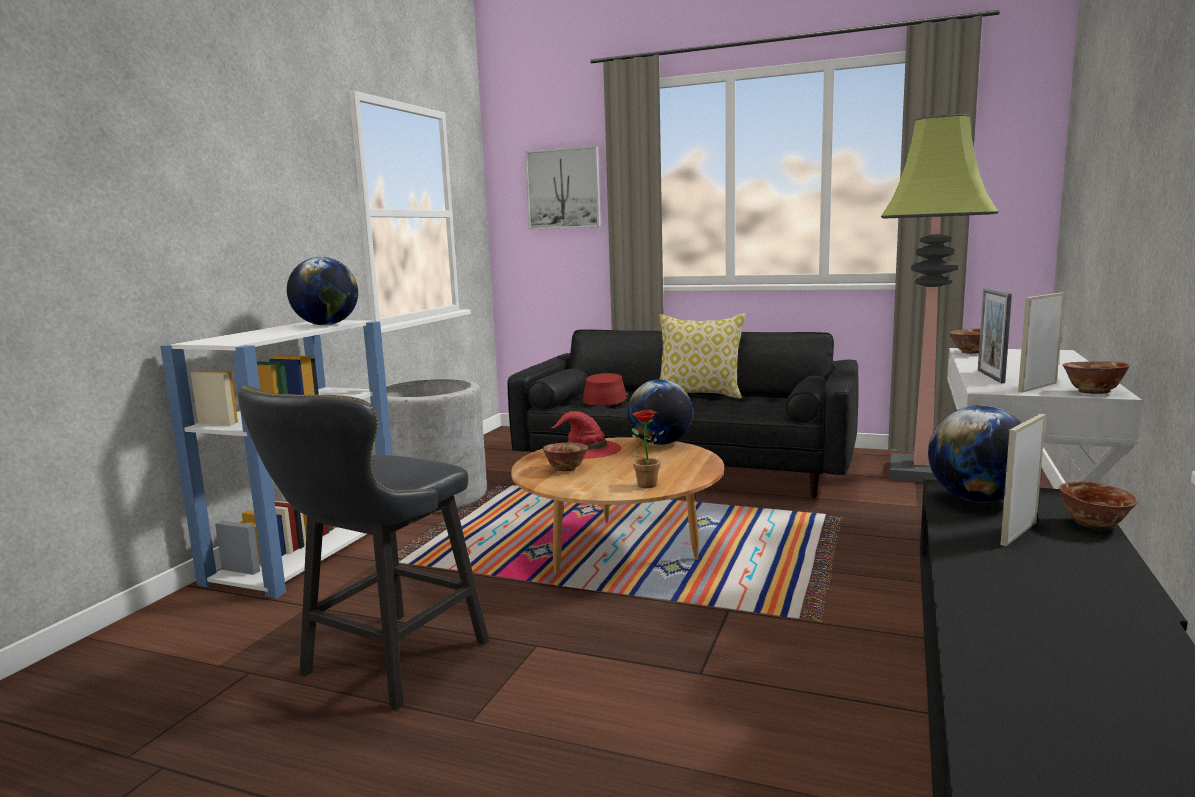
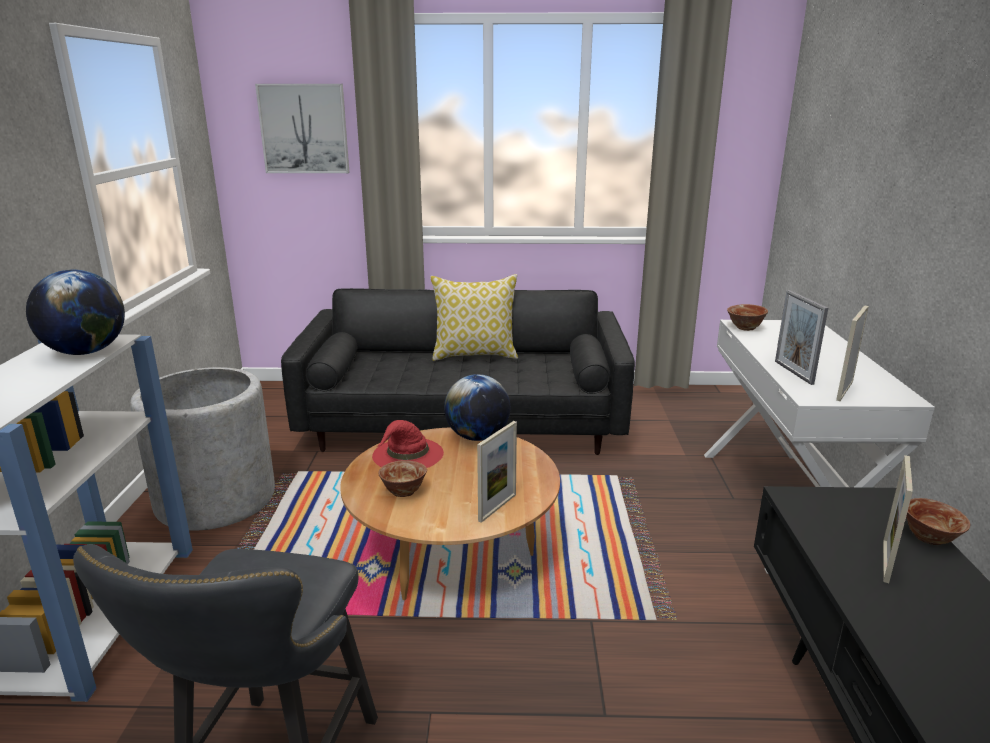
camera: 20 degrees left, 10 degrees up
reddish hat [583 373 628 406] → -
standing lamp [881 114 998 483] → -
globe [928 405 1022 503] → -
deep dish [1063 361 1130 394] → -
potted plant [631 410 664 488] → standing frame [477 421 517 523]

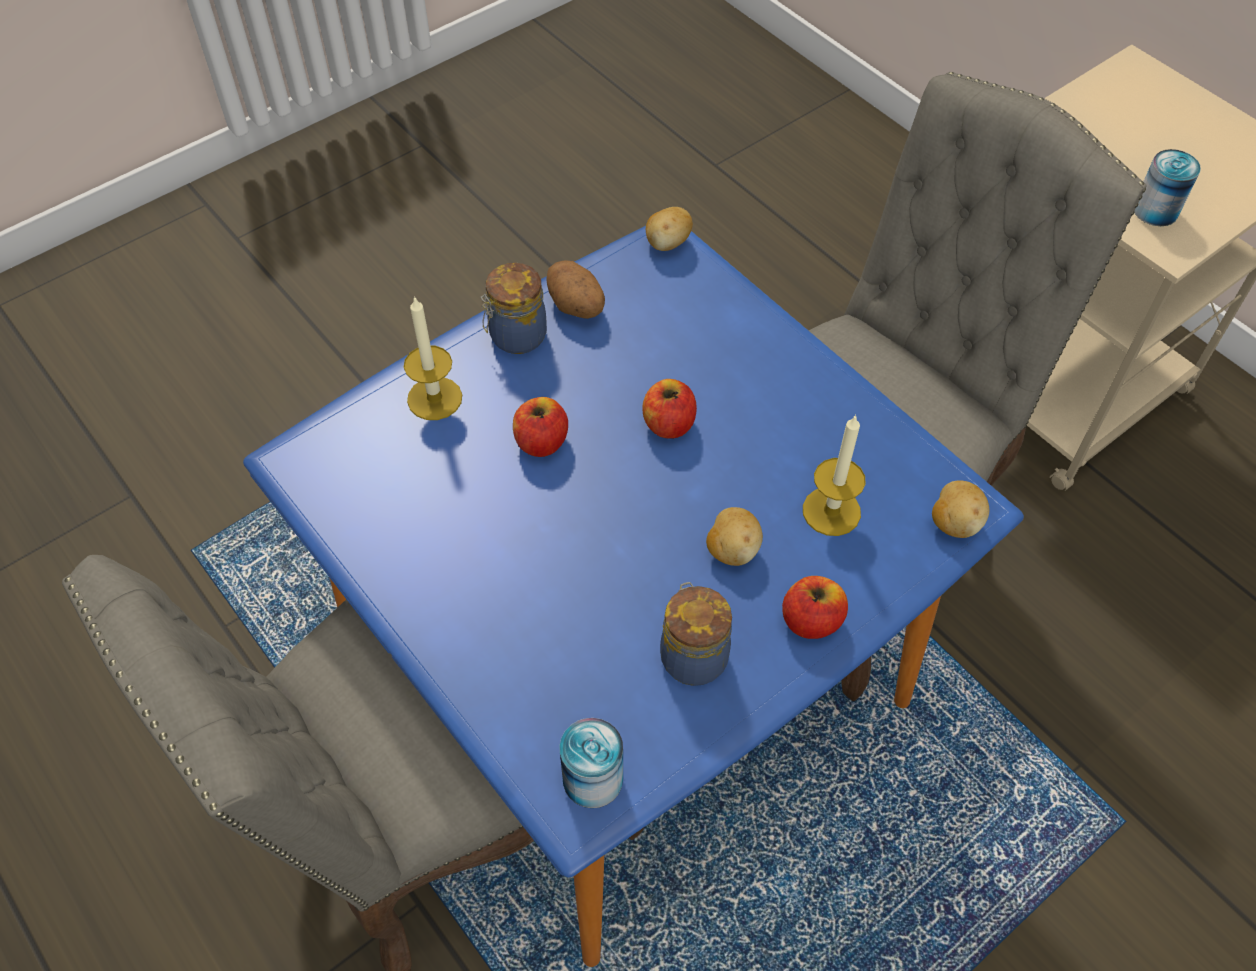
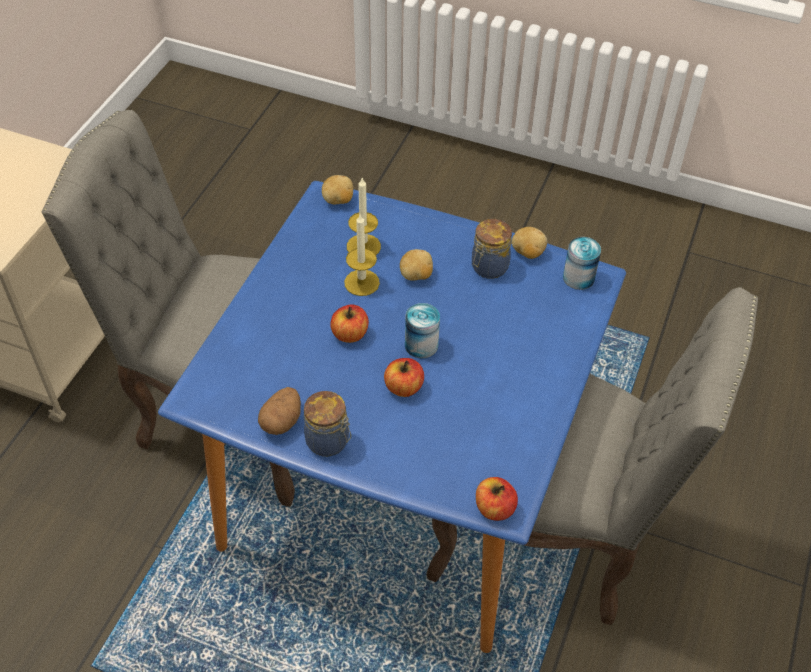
camera: 120 degrees left, 5 degrees down
candle [404 296 462 420] → candle [344 215 380 296], move
spud [646 207 693 251] → spud [512 227 547 259], move
apple fruit [782 576 848 639] → apple fruit [476 477 518 521], move
metal can [1134 149 1201 226] → metal can [405 303 440 358], move

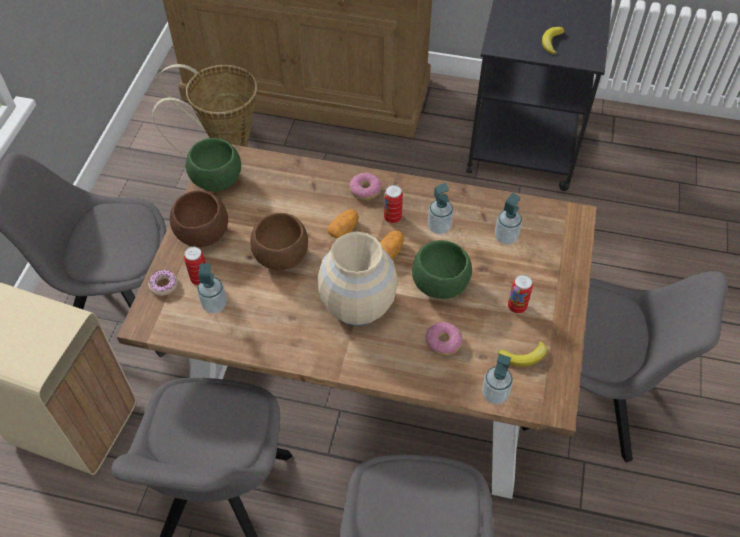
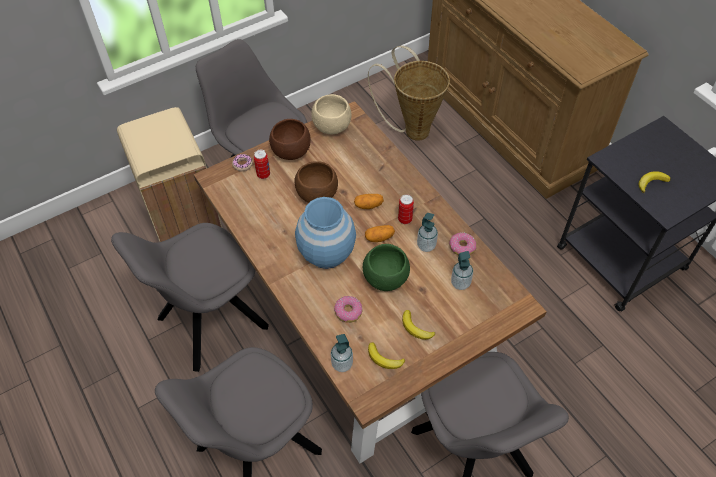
camera: 45 degrees right, 0 degrees up
soap bottle [197 263 227 314] → -
ring doughnut [349 173 382 200] → ring doughnut [449 232 477 256], move
metal can [508 275 533 314] → whole banana [402 310 435 340]
green-coloured deep dish [186 138 241 192] → beige-coloured deep dish [311 94 352 134]
beige-coloured vase [317 232 398 326] → bluish vase [295 197 356 269]

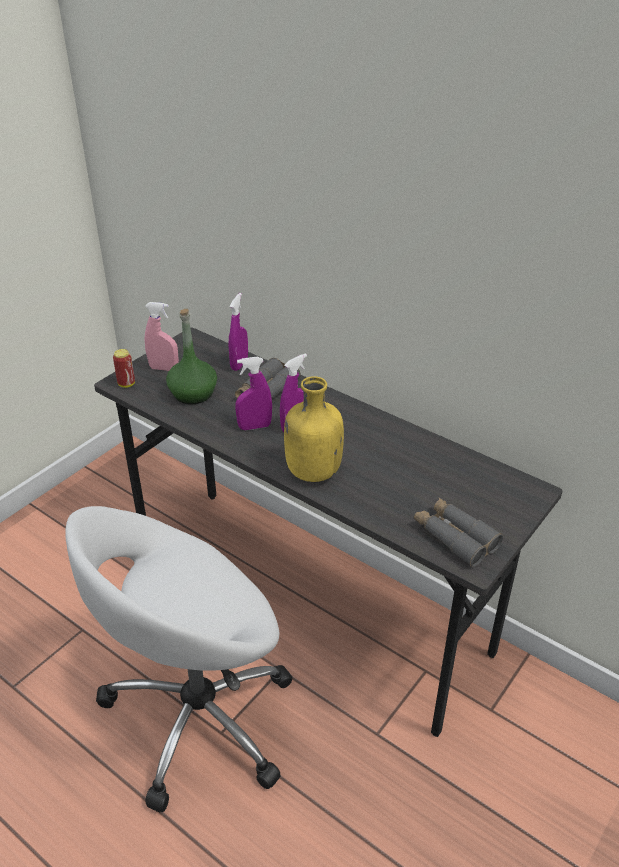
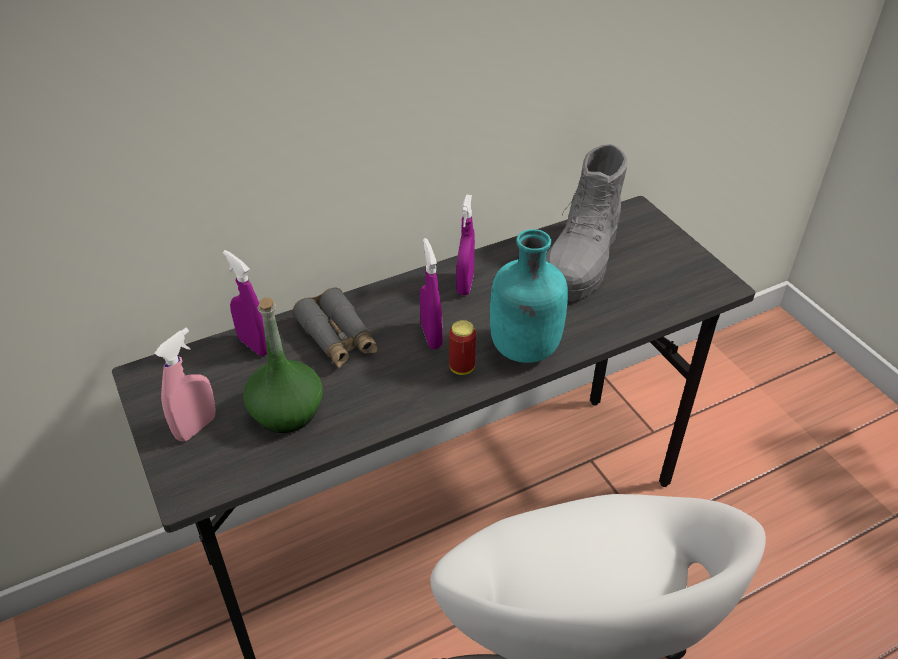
camera: 65 degrees left, 5 degrees up
greyish binoculars [414 498 503 567] → -
- → greyish high-top boot [546 144 627 301]
metal can [113 349 135 388] → metal can [449 320 476 375], move
purplish hand sprayer [235 357 272 430] → purplish hand sprayer [457 195 475 295], move
yellow-coloured bottle [284 376 344 482] → turquoise bottle [490 229 568 363]

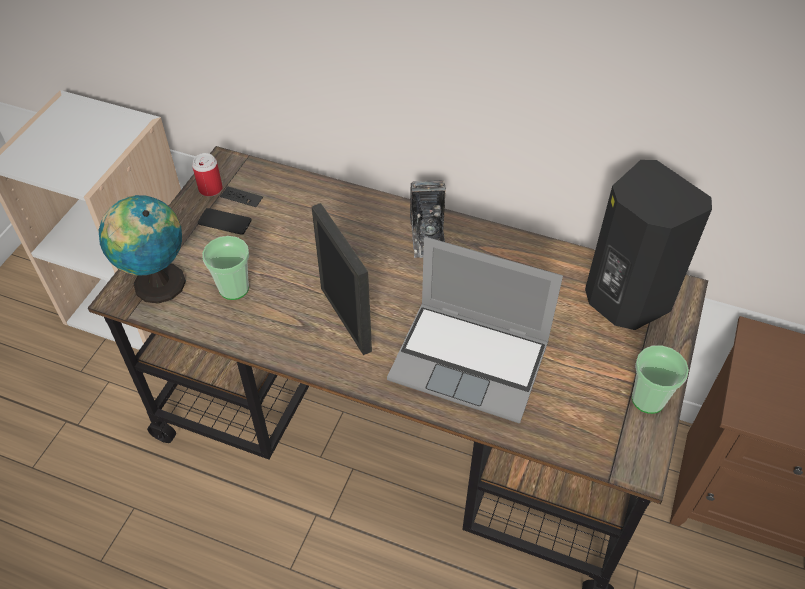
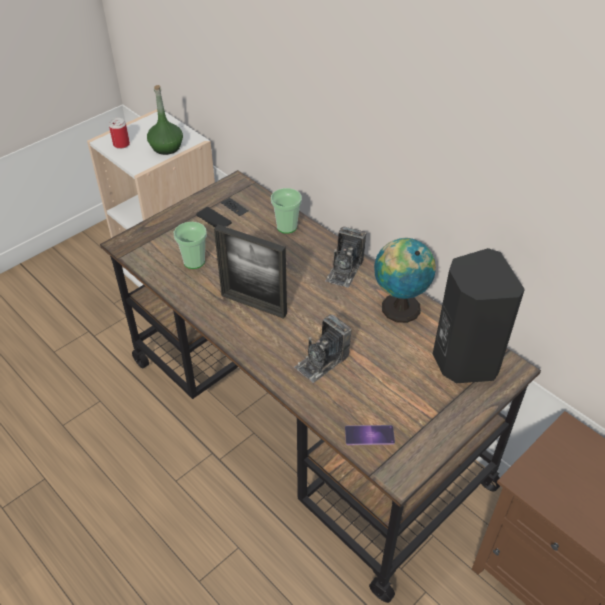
camera: 25 degrees right, 5 degrees down
- → green-coloured bottle [147 85 183 155]
- → telephone [345 425 395 445]
globe [99 195 186 304] → globe [374 238 436 323], move
metal can [192 153 223 197] → metal can [109 118 130 149], move
small cup [632 345 689 414] → small cup [271 188 302 234], move
portable computer [387 237 563 423] → still camera [294 314 352 383]
standing frame [312 203 372 355] → standing frame [214 225 287 319], 120 degrees clockwise

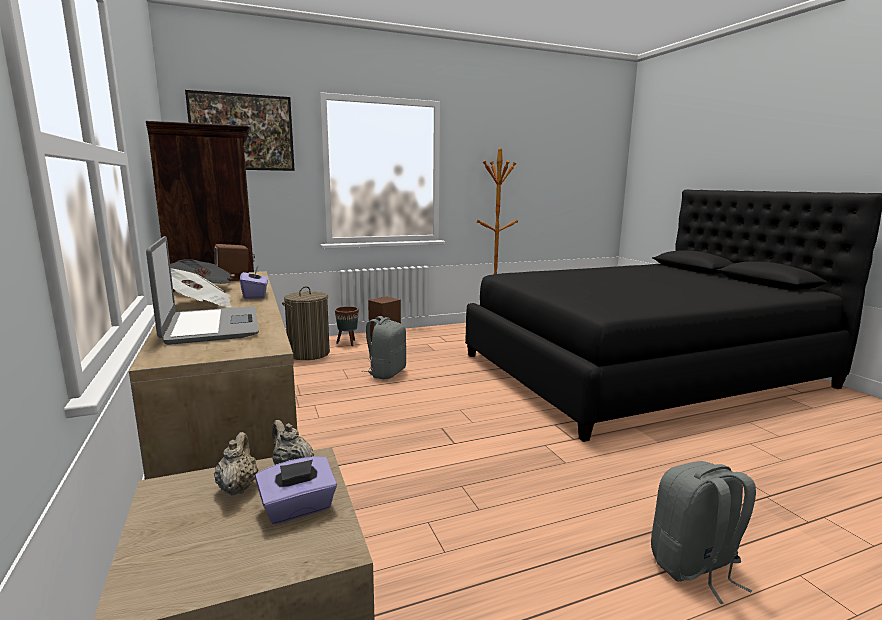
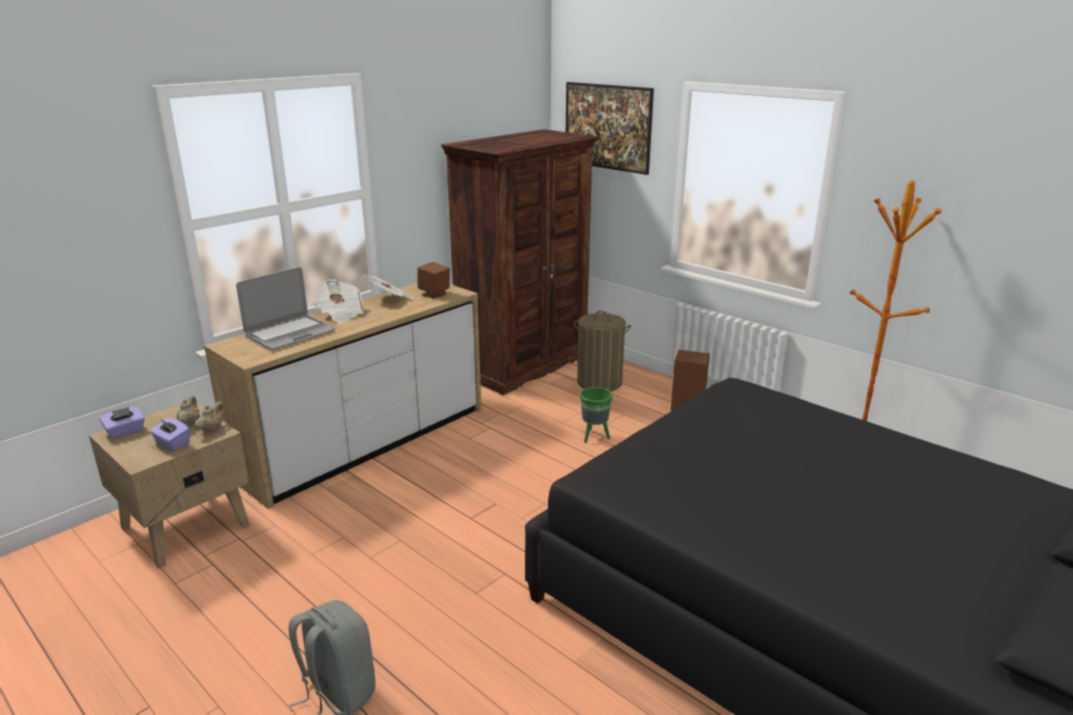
camera: 65 degrees right, 10 degrees up
brownish planter [335 306 359 346] → -
purplish tissue box [240 265 268 299] → purplish tissue box [99 406 145 439], move
greyish backpack [361 316 406 379] → green-coloured planter [580 387 613 443]
beige-coloured tea pot [214 432 258 495] → beige-coloured tea pot [176 395 200 427], 60 degrees counterclockwise

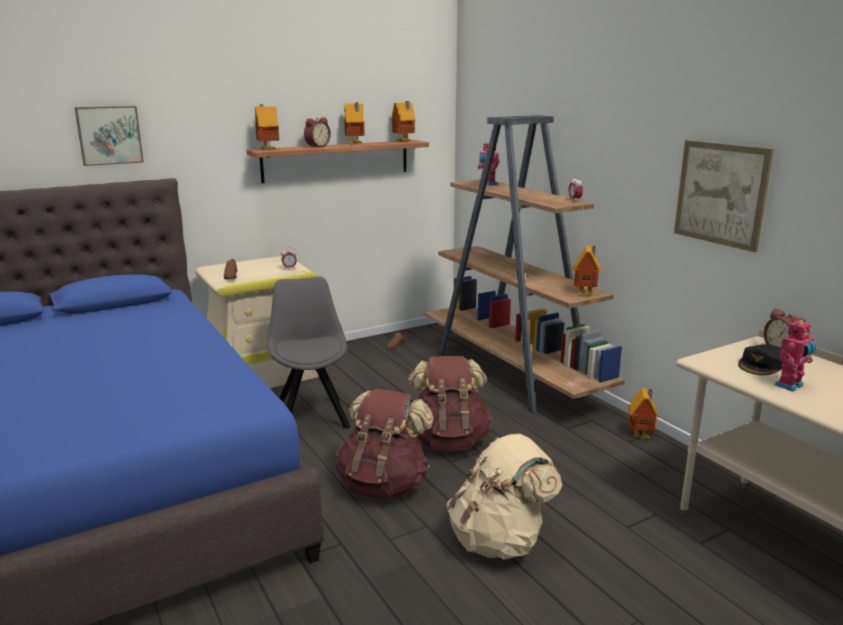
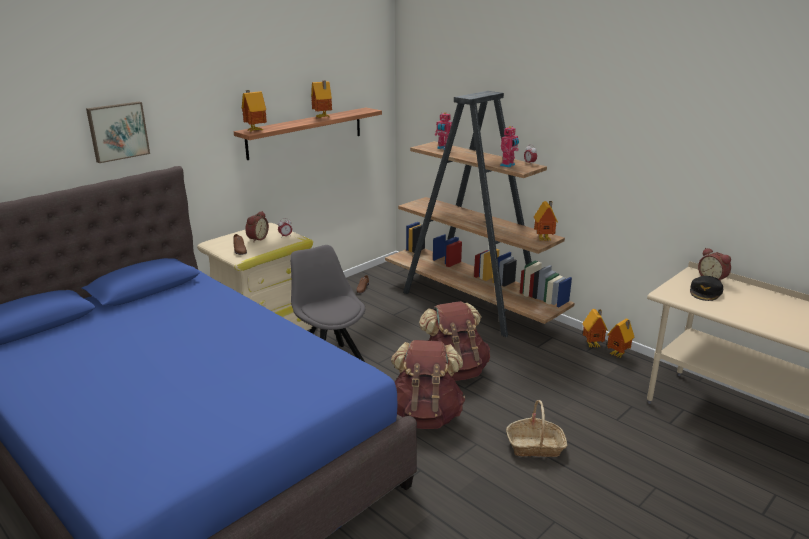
camera: 15 degrees left, 5 degrees up
picture [674 140 774 252] → -
alarm clock [304 117 331 148] → alarm clock [245 211 269 242], move
model house [391 101 416 141] → model house [607 319 634 358], move
robot figure [775 319 816 392] → robot figure [500 126 519 168], move
beige-coloured backpack [447 434 562 560] → basket [506 400 568 457]

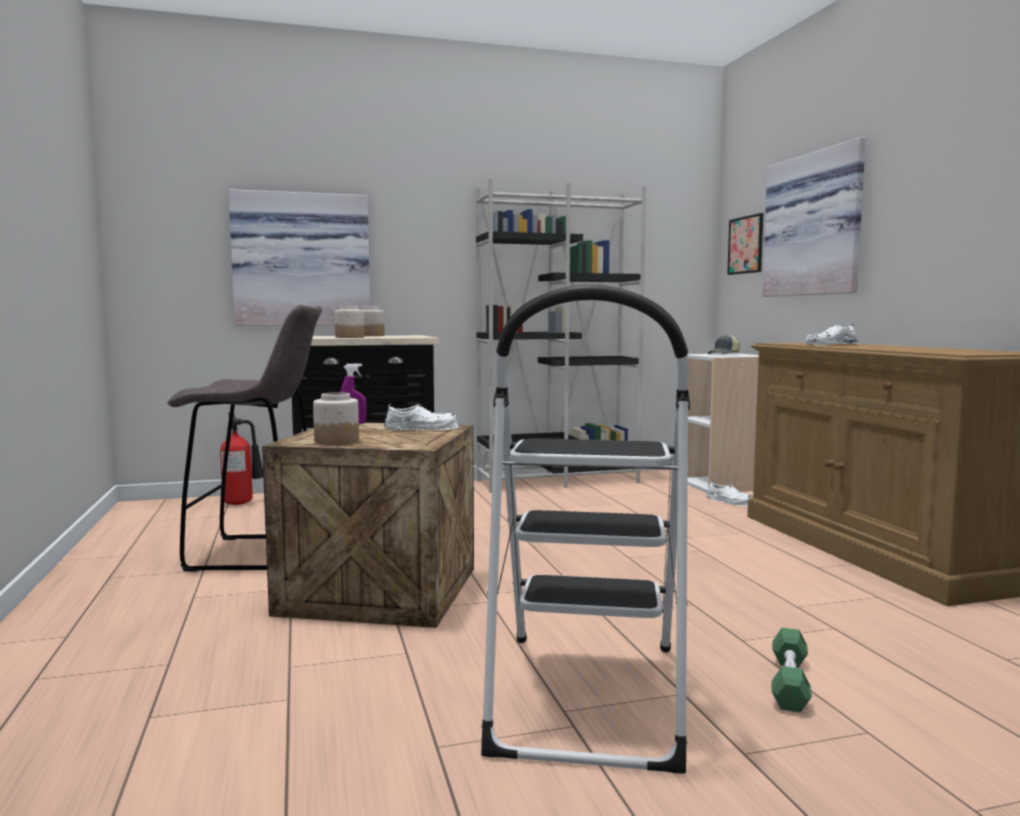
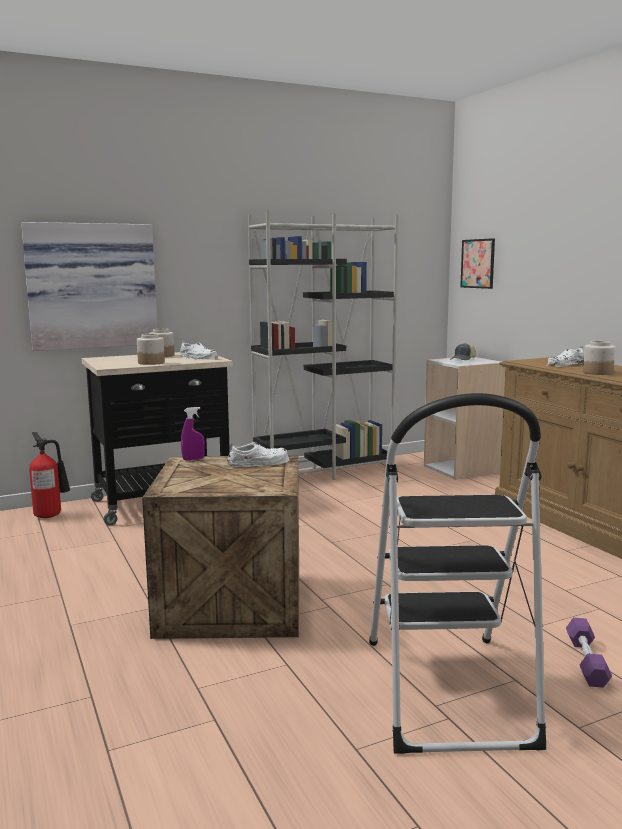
camera: 10 degrees left, 5 degrees up
greyish stool [168 305 322 572] → -
picture [762 137 866 297] → -
storage jar [313 392 359 445] → storage jar [583 341 615 375], move
whitish shoe [706 481 753 506] → whitish shoe [180 341 218 360], move
green-coloured dumbbell [771 628 812 713] → purplish dumbbell [566 618 612 688]

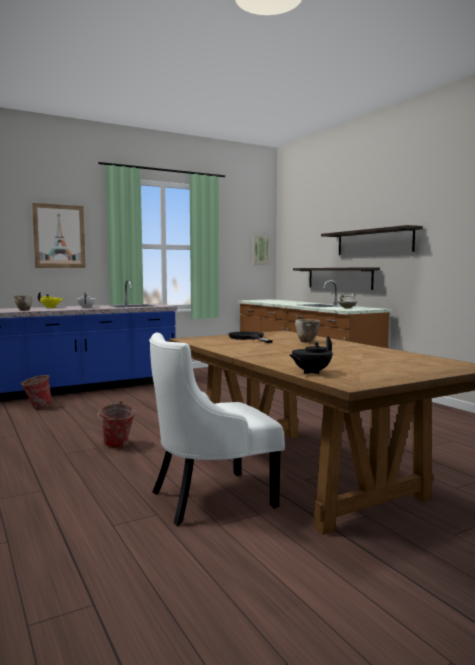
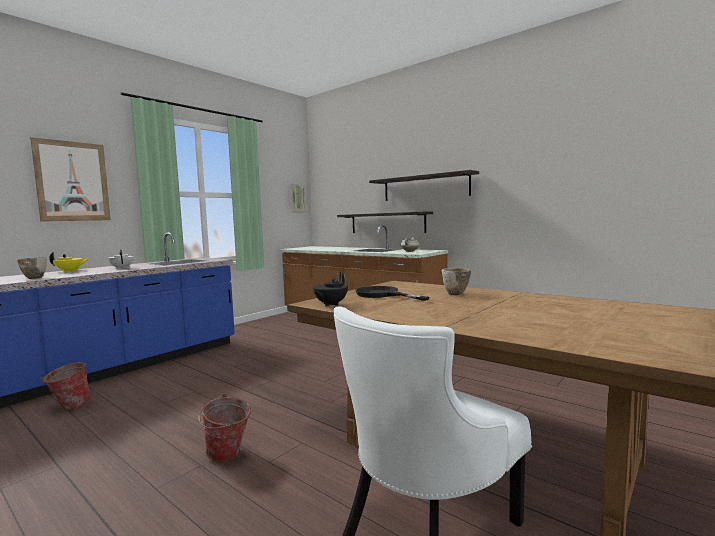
camera: 20 degrees left, 0 degrees up
blackish tea pot [290 336 333 374] → blackish tea pot [313 272 348 306], move

